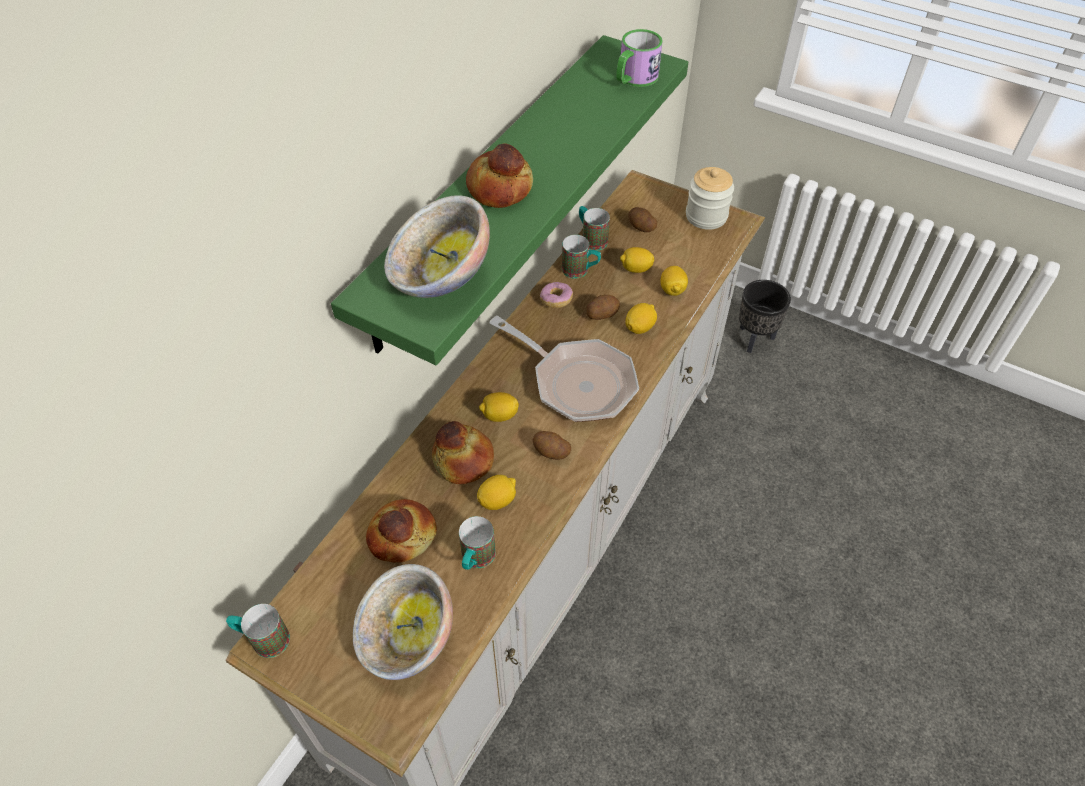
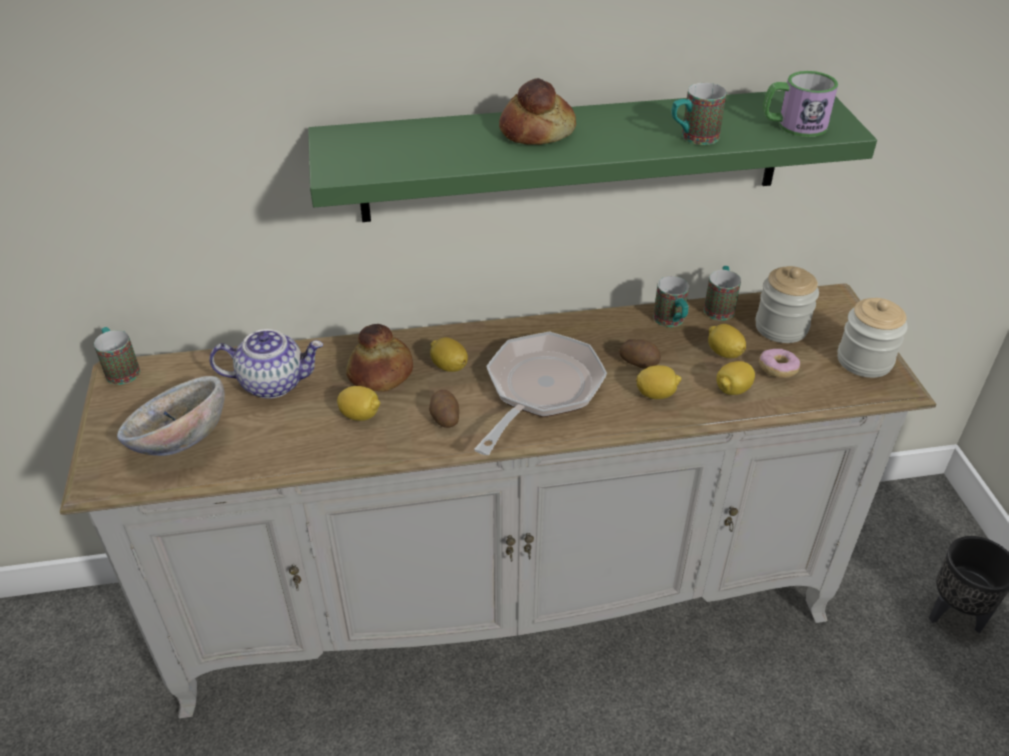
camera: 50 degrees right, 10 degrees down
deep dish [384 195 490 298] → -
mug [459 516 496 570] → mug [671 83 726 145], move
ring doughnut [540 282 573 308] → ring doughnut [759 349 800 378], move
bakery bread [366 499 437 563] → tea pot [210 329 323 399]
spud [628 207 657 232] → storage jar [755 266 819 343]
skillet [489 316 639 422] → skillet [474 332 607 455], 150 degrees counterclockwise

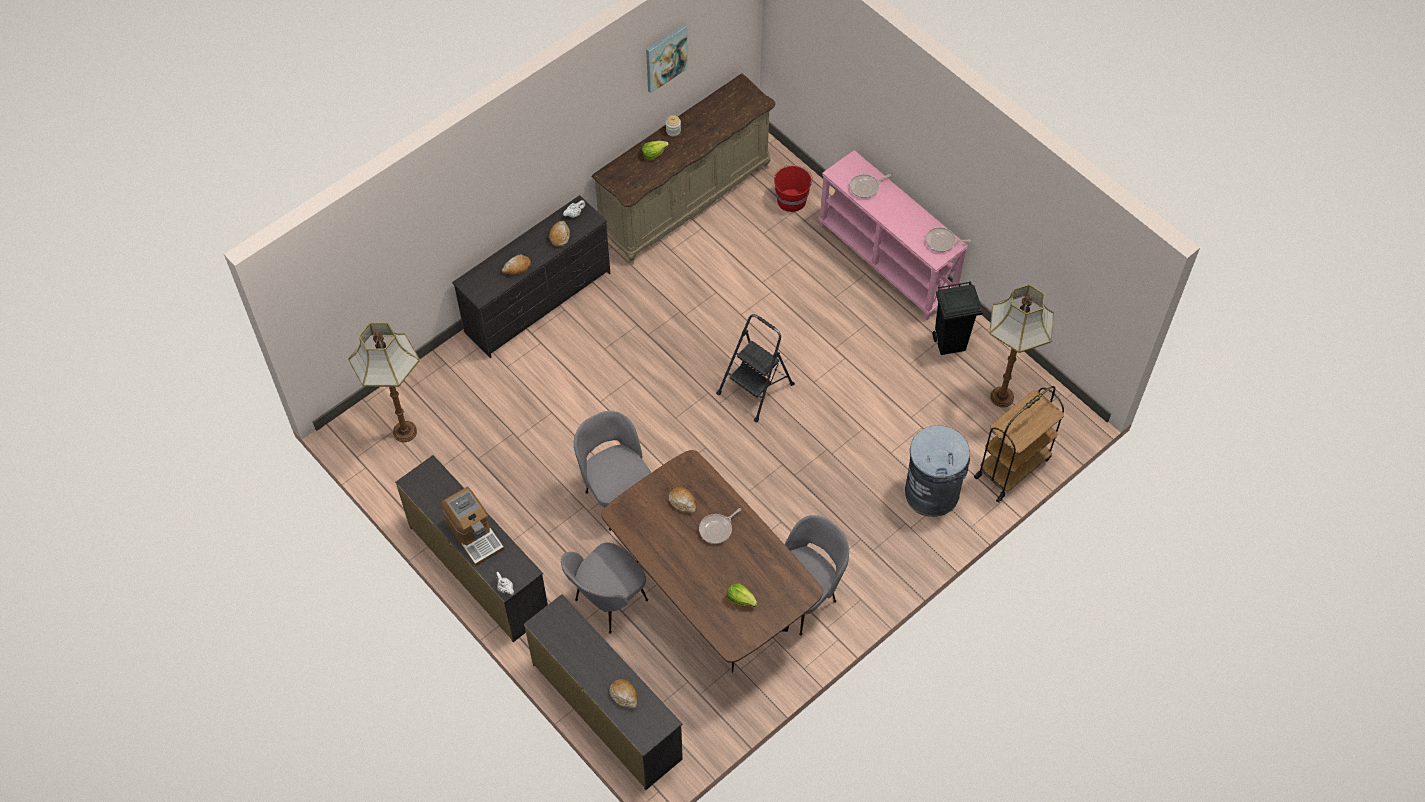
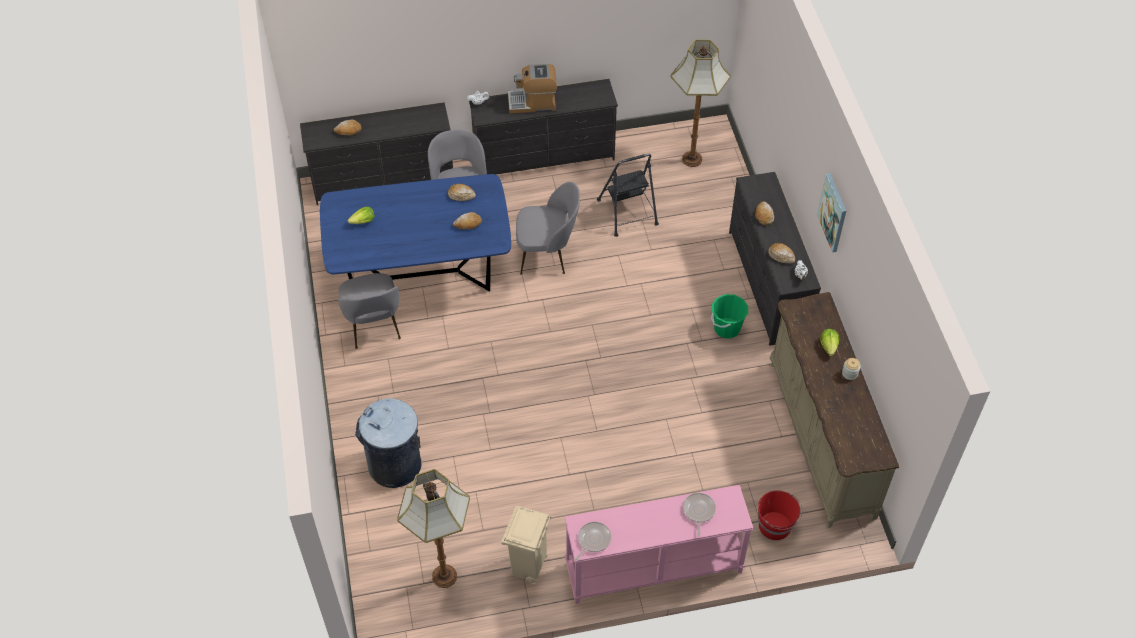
camera: 120 degrees right, 5 degrees down
skillet [699 508 741 544] → -
brownish cart [974 386 1064 503] → -
- → bakery bread [448 184 476 201]
- → green-coloured water bucket [711 294 748 339]
picture [646 24 688 93] → picture [817 173 846 253], move
blackish stepladder [716 314 795 422] → blackish stepladder [597 154 659 237], move
brownish dinner table [602 450 823 673] → bluish dinner table [320 174 511 292]
blackish rubbish bin [933 281 983 355] → beige-coloured rubbish bin [501 506 551 584]

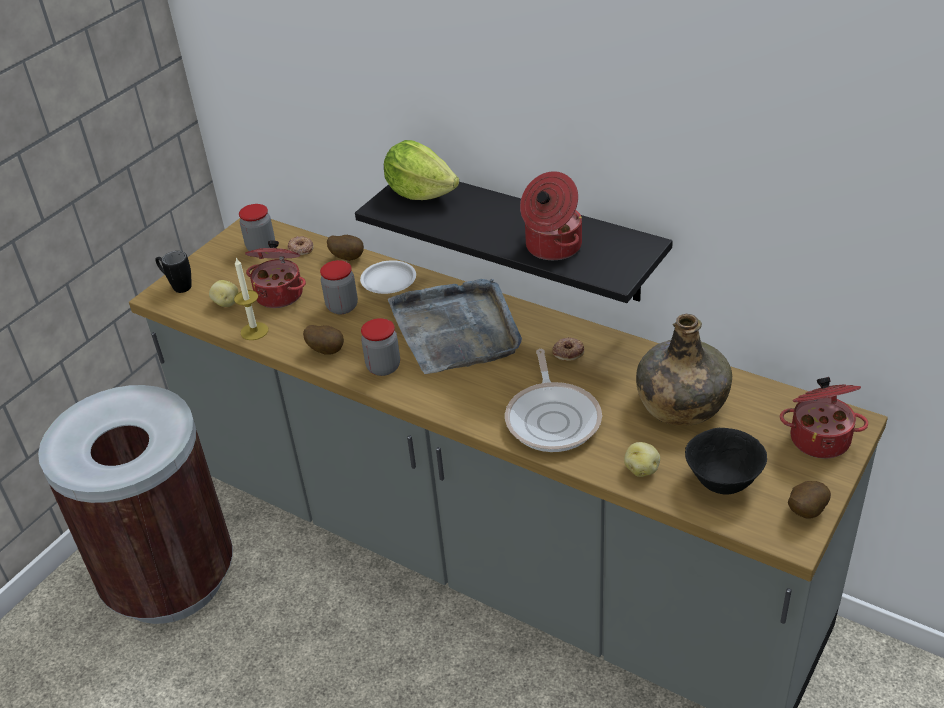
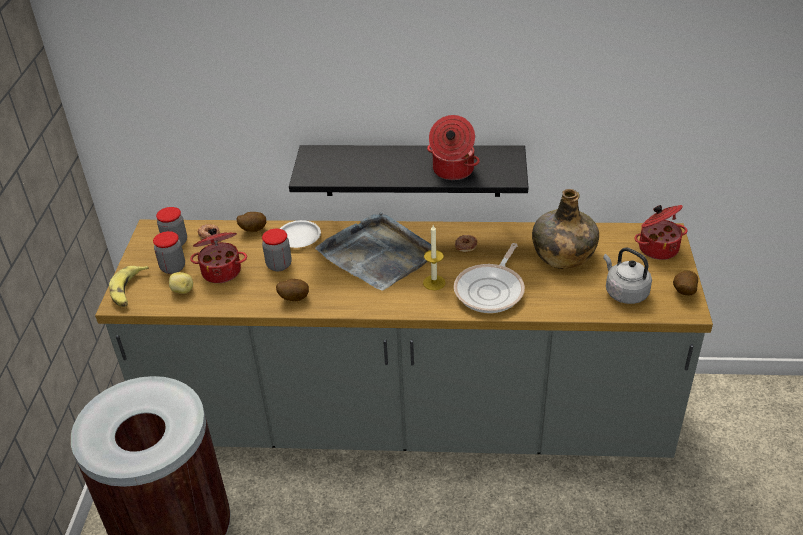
camera: 30 degrees left, 0 degrees up
lettuce head [384 140 459 200] → -
spud [624 442 660 477] → -
candle [234 257 268 340] → candle [423 225 446 290], move
storage jar [361 318 400 376] → storage jar [153 231 185 274], move
blackish mug [155 251 191 293] → whole banana [109 266 149 307]
blackish deep dish [685 428 767 495] → greyish tea kettle [603 247 652 304]
skillet [505 349 602 452] → skillet [454 243 525 313], 60 degrees clockwise

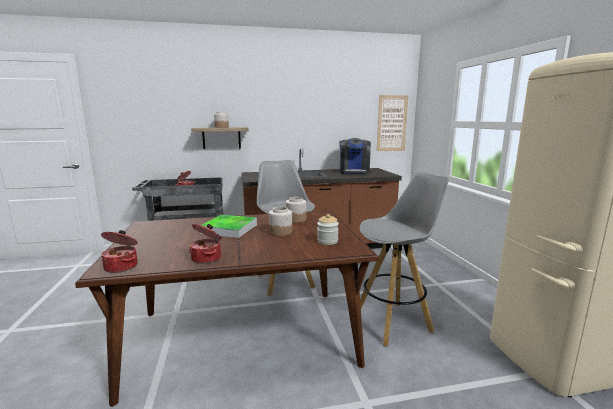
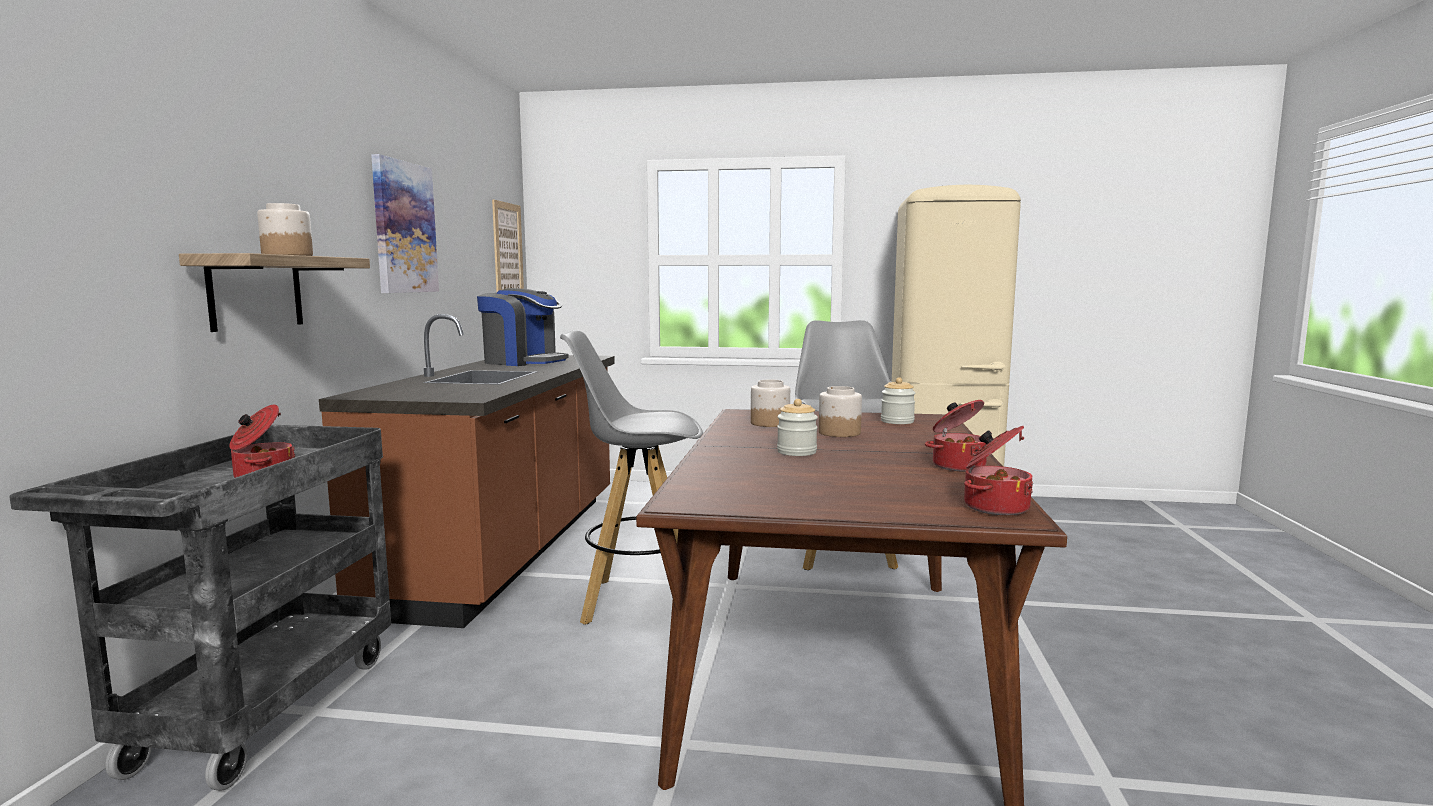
camera: 70 degrees left, 5 degrees down
- → picture [371 154 439 293]
serving tray [200 215 257 238] → storage jar [777 399 818 456]

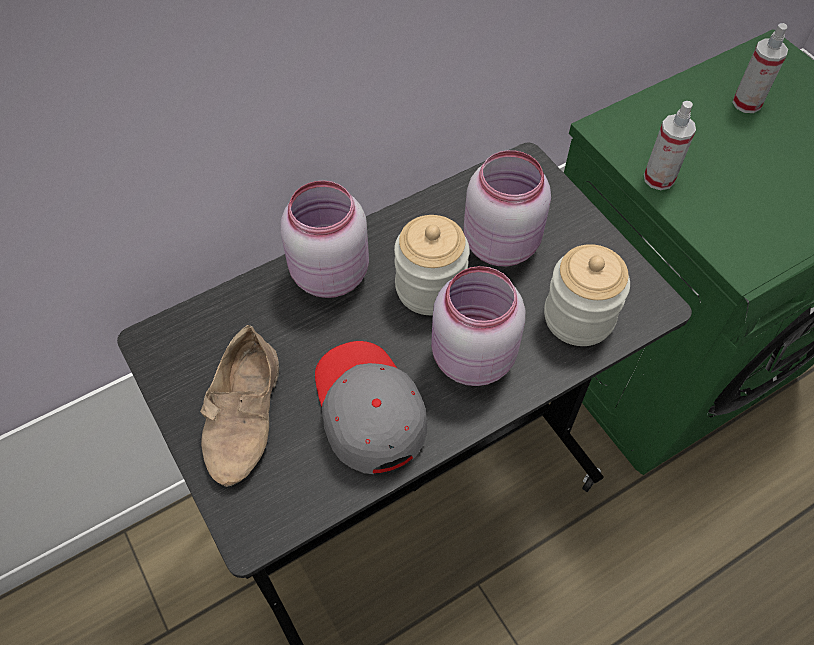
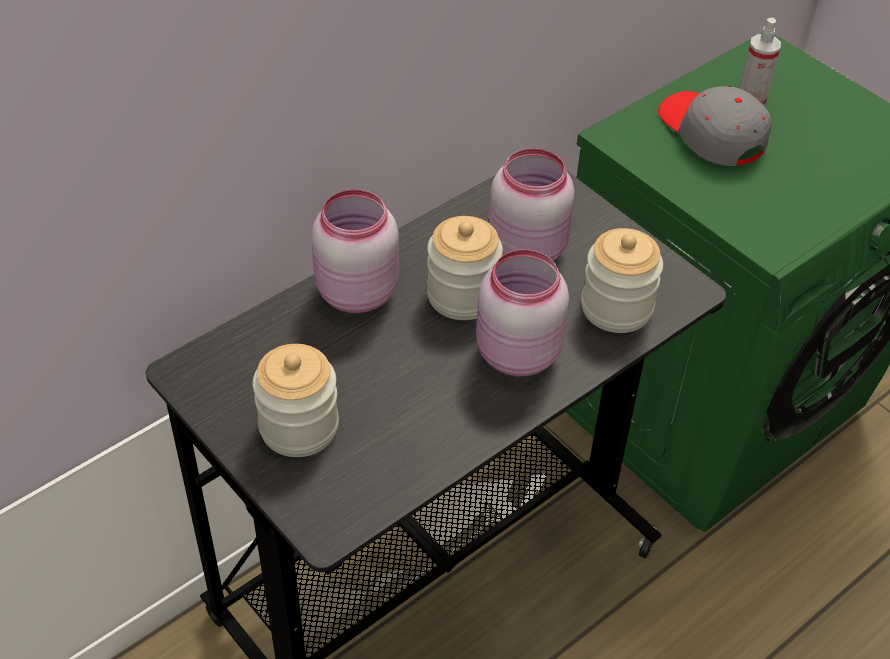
camera: 10 degrees left, 10 degrees down
hand sprayer [644 101 696 190] → -
greyish baseball cap [315 341 427 474] → greyish baseball cap [658 86 772 166], move
beige-coloured shoe [200 325 279 487] → storage jar [253 344 339 457]

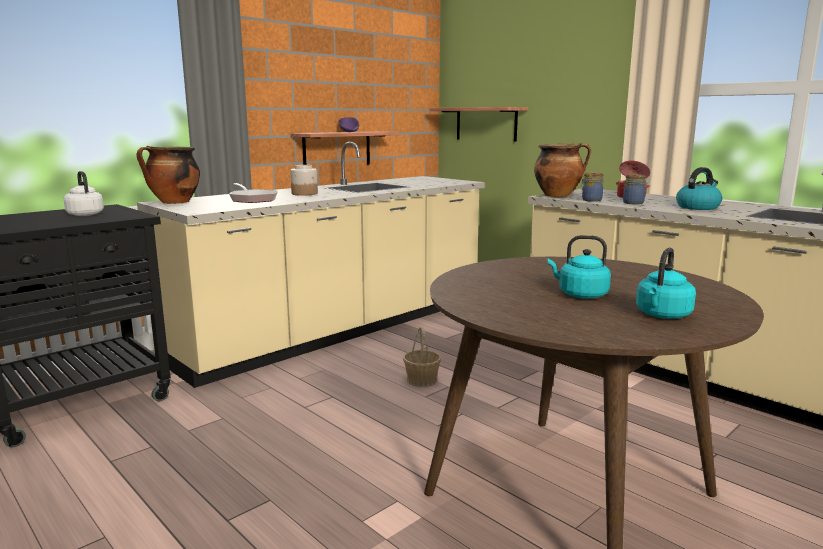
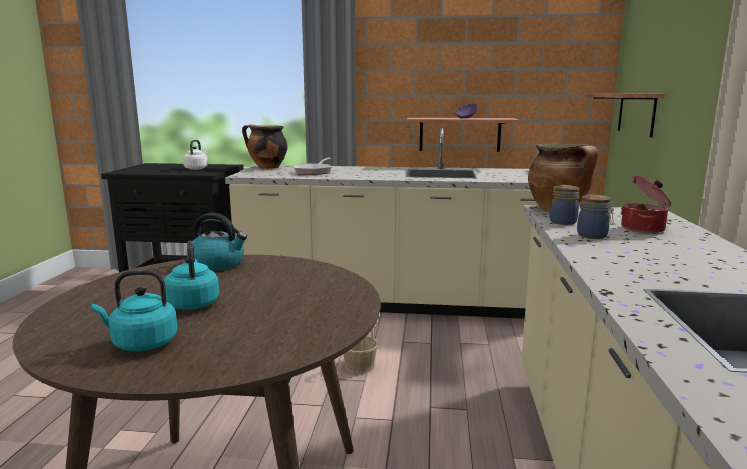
camera: 50 degrees right, 0 degrees up
storage jar [290 165 318 196] → -
tea kettle [676 167 722 210] → tea kettle [187 213 247 271], move

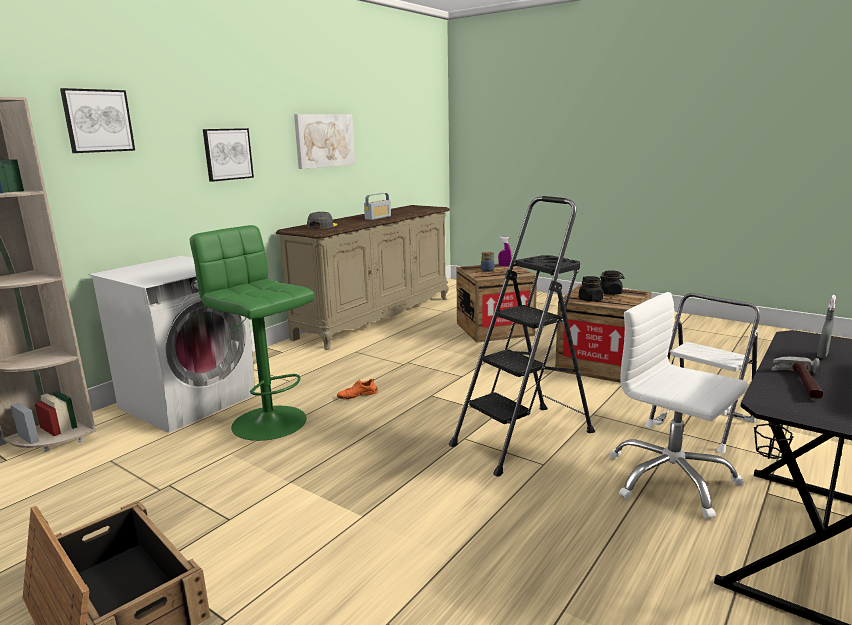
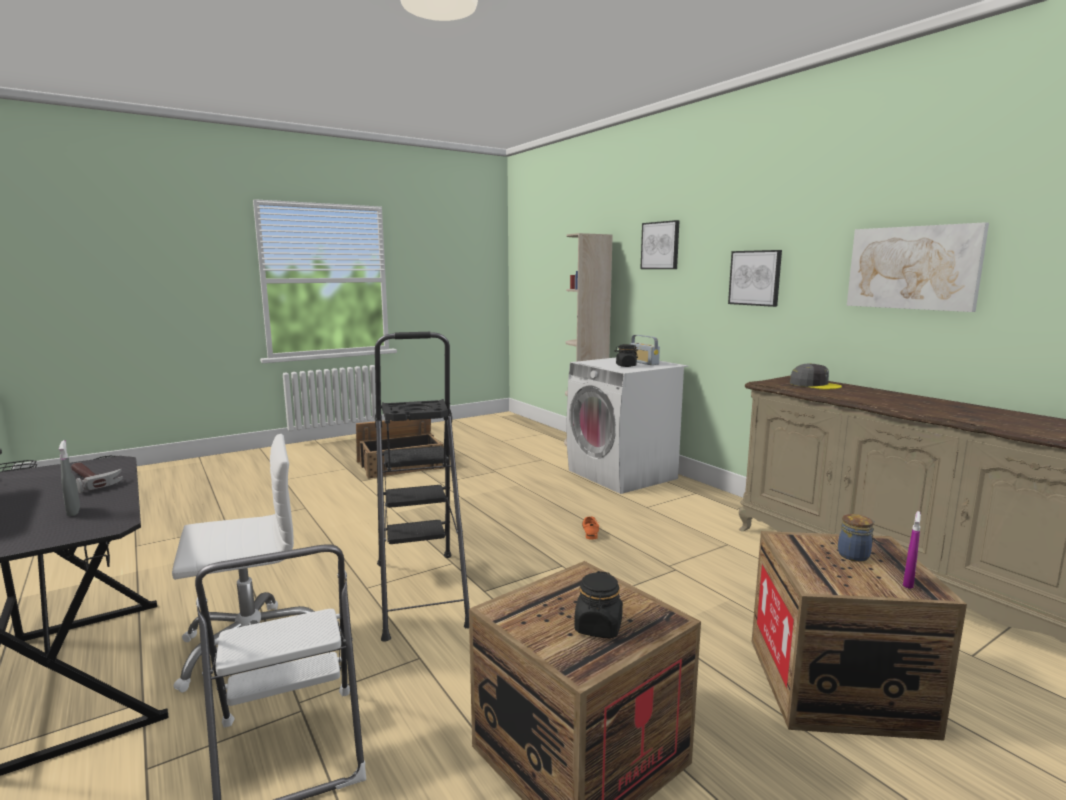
camera: 110 degrees right, 5 degrees down
green-coloured stool [190 225 315 441] → -
radio set [364 193 391 220] → radio set [630 335 660 365], move
blackish storage jar [579 276 603 302] → blackish storage jar [615 344 638 367], move

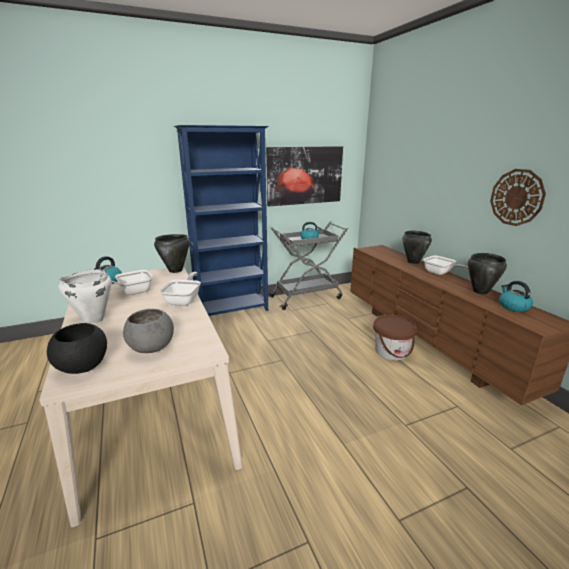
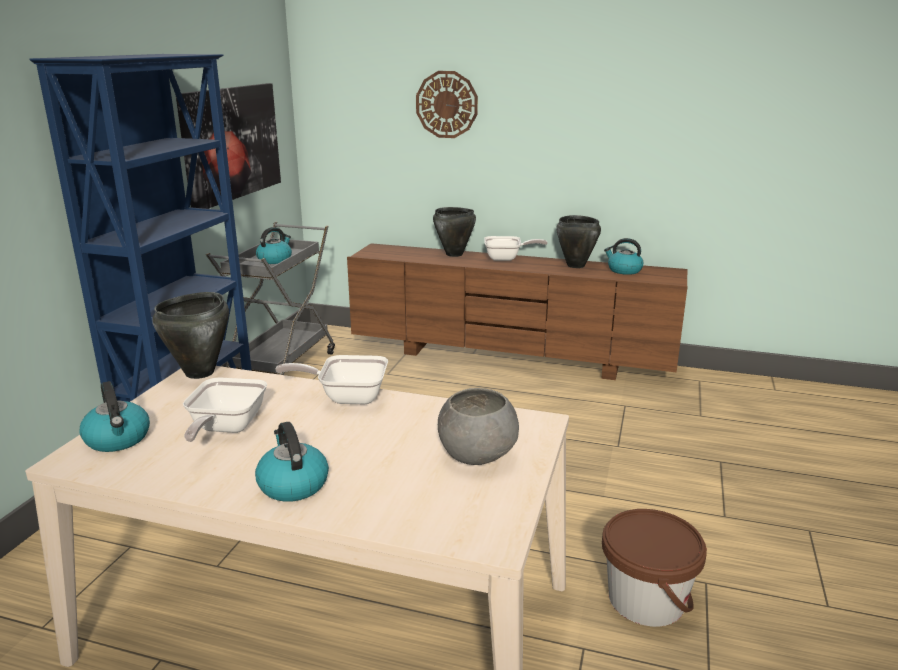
camera: 50 degrees left, 0 degrees up
blackish deep dish [47 323 107 374] → -
brownish water bucket [373 315 417 361] → brownish water bucket [602 509 707 627], move
clock on the wall [490 169 546 226] → clock on the wall [416 71 478 138], move
whitish saucepot [58 269 111 324] → tea kettle [255 422 329 502]
skillet [159 272 201 306] → skillet [275 355 388 404], 45 degrees counterclockwise

